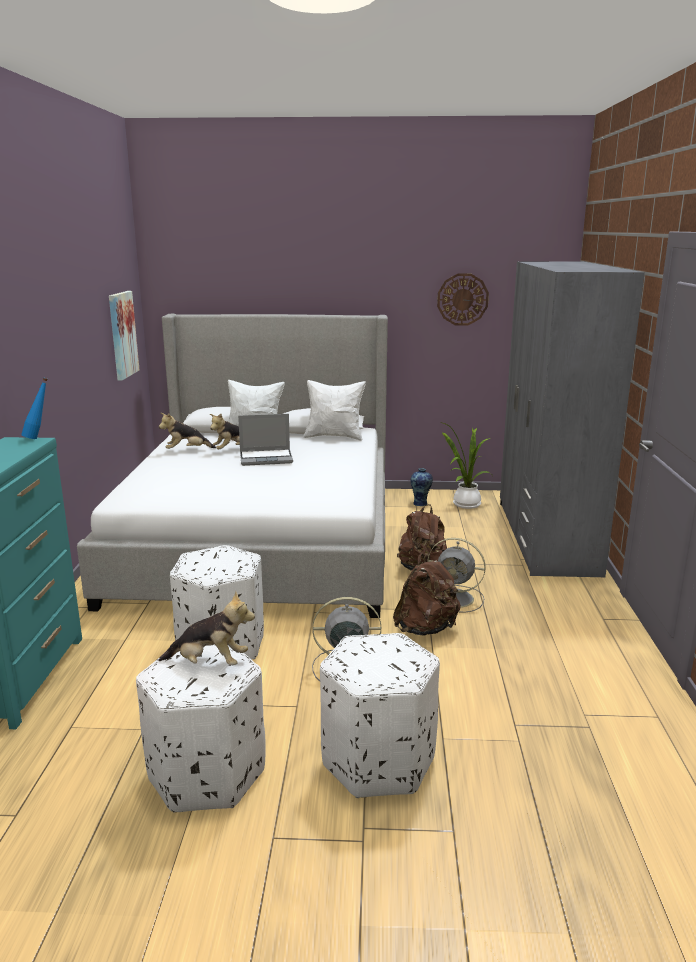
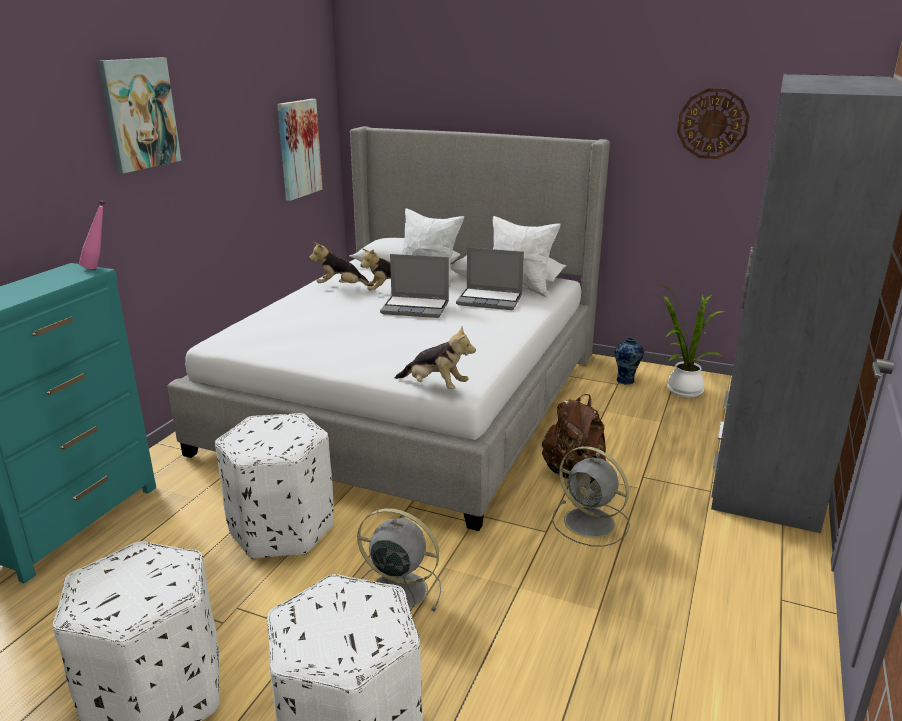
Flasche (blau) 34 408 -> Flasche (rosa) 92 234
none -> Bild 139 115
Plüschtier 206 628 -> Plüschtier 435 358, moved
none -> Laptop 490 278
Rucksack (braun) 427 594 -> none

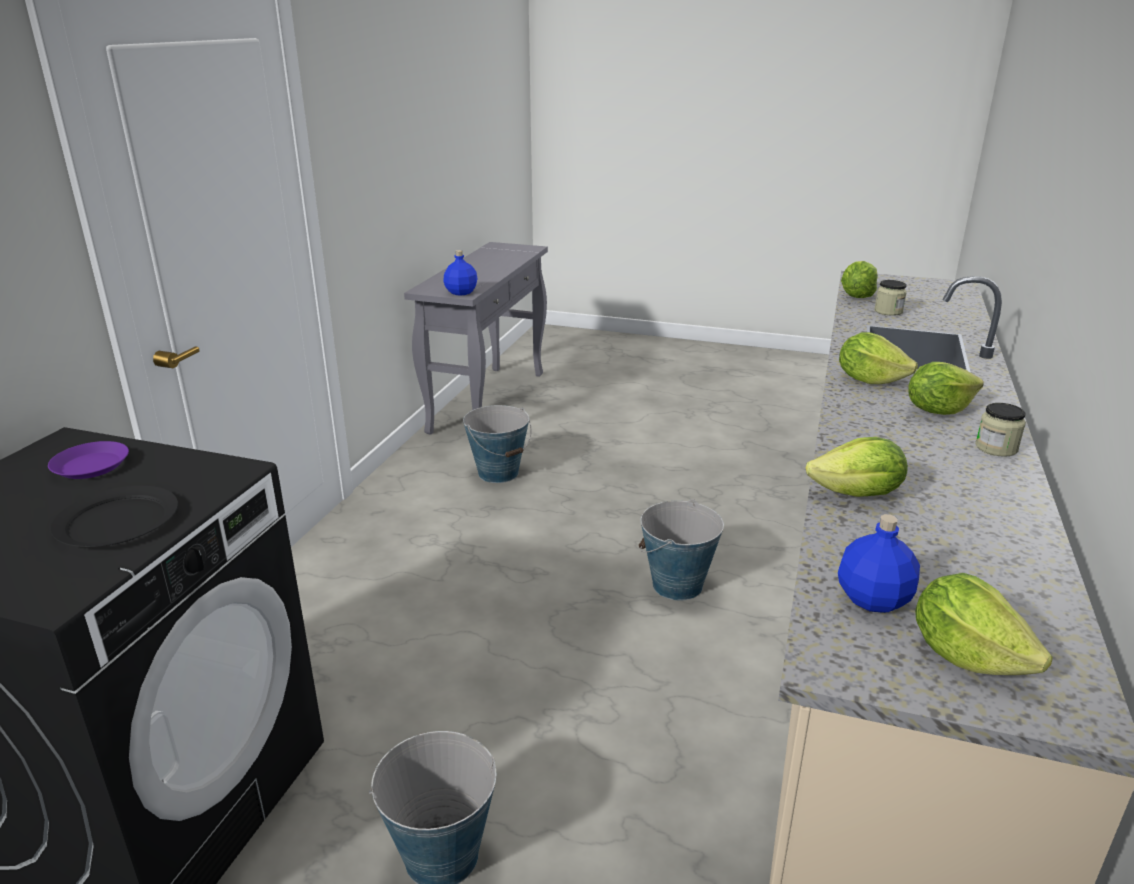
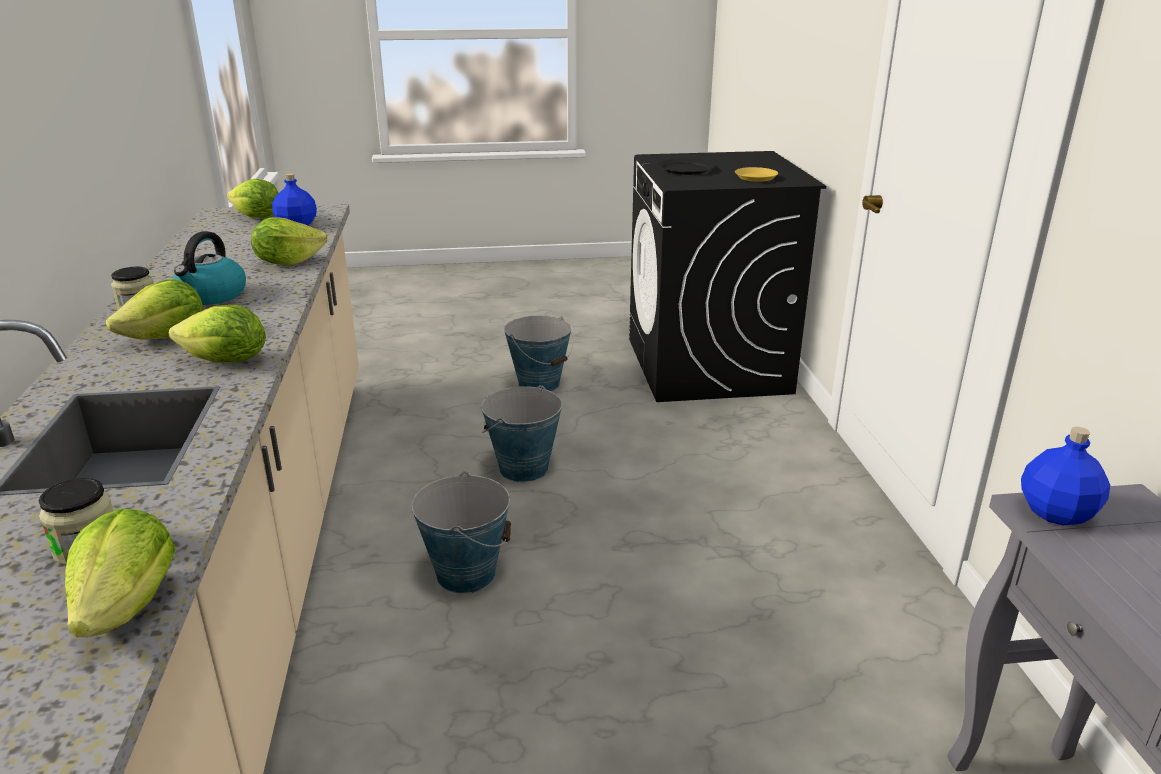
none -> Wasserkessel 209 268
Eimer 497 444 -> Eimer 521 433, moved
Teller (lila) 88 460 -> Teller (gelb) 756 174

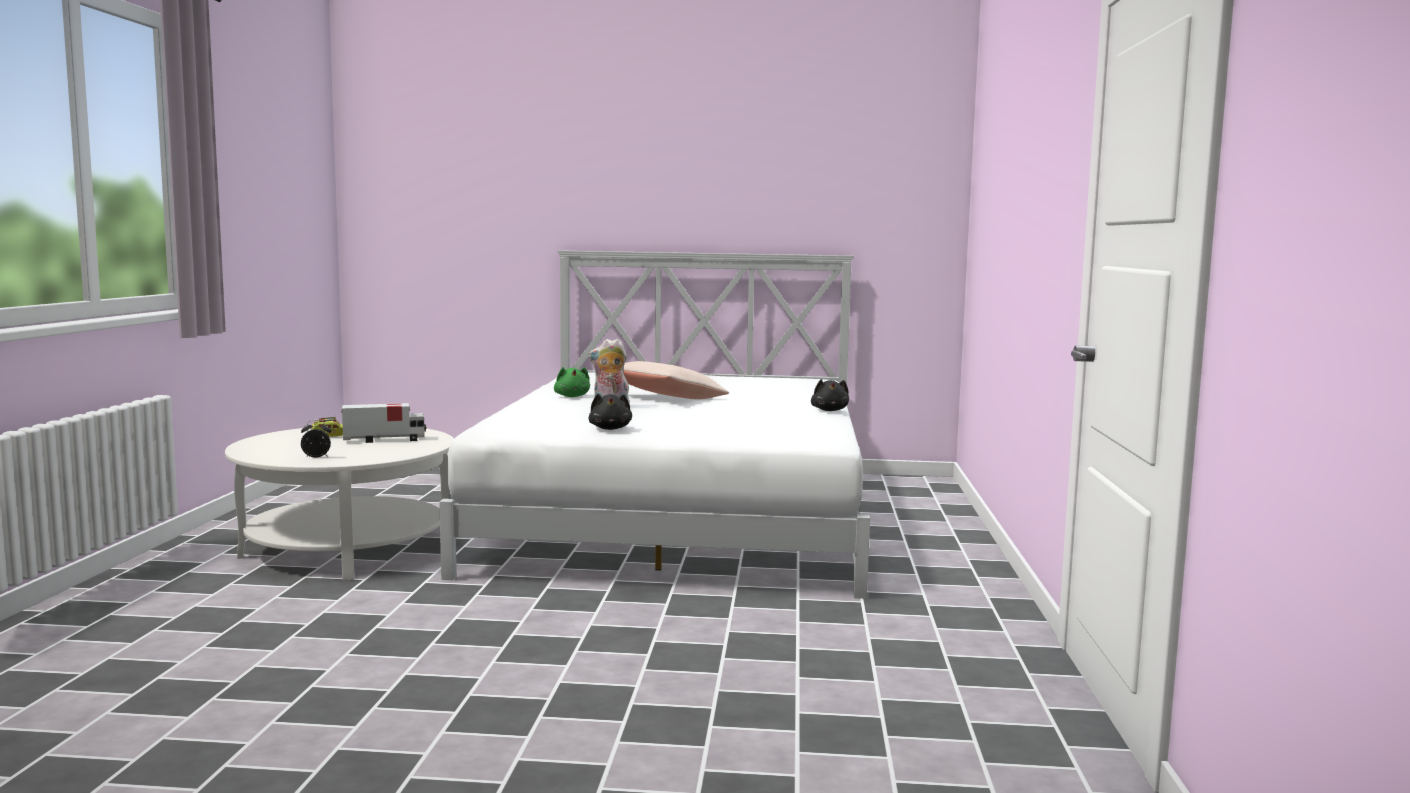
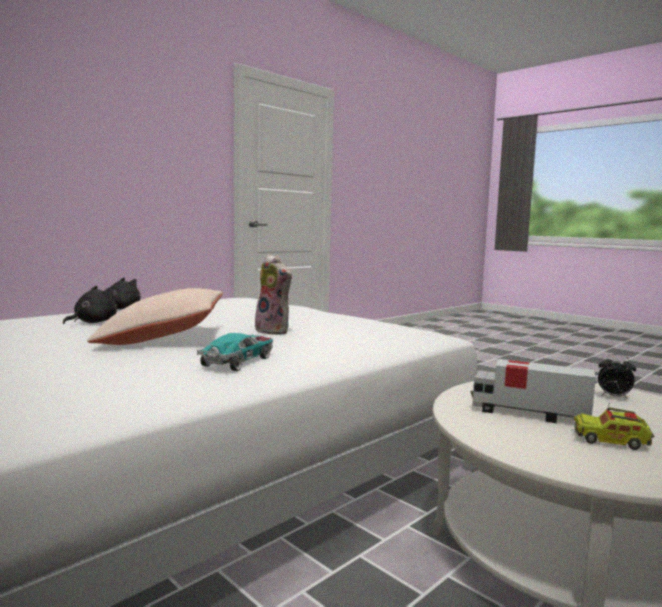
Plüschtier (schwarz) 610 412 -> Plüschtier (schwarz) 90 305, moved
Plüschtier (grün) 572 382 -> Spielzeugauto 235 352

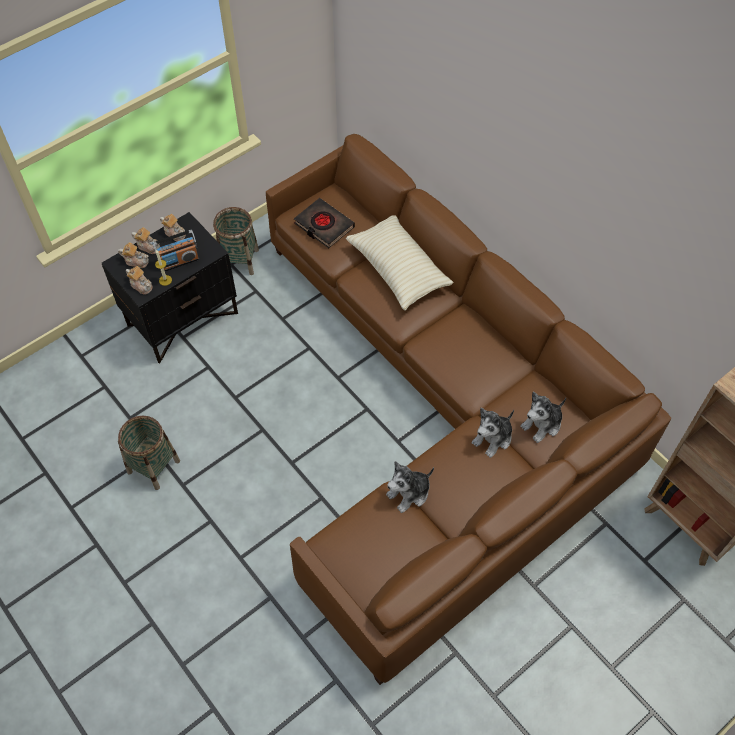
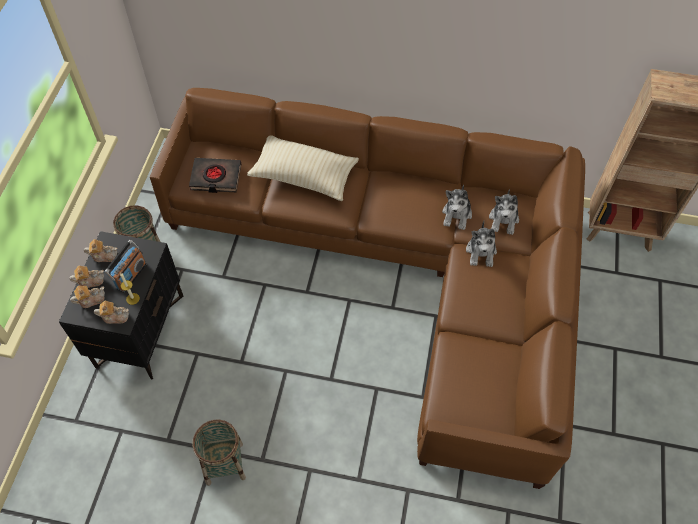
Plüschtier 410 487 -> Plüschtier 457 207, moved

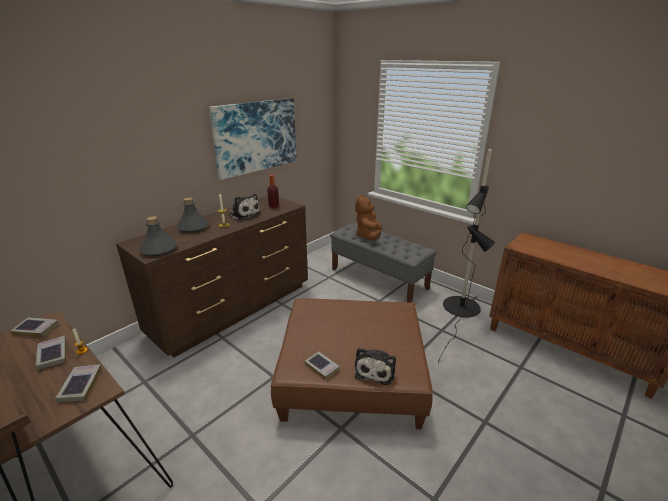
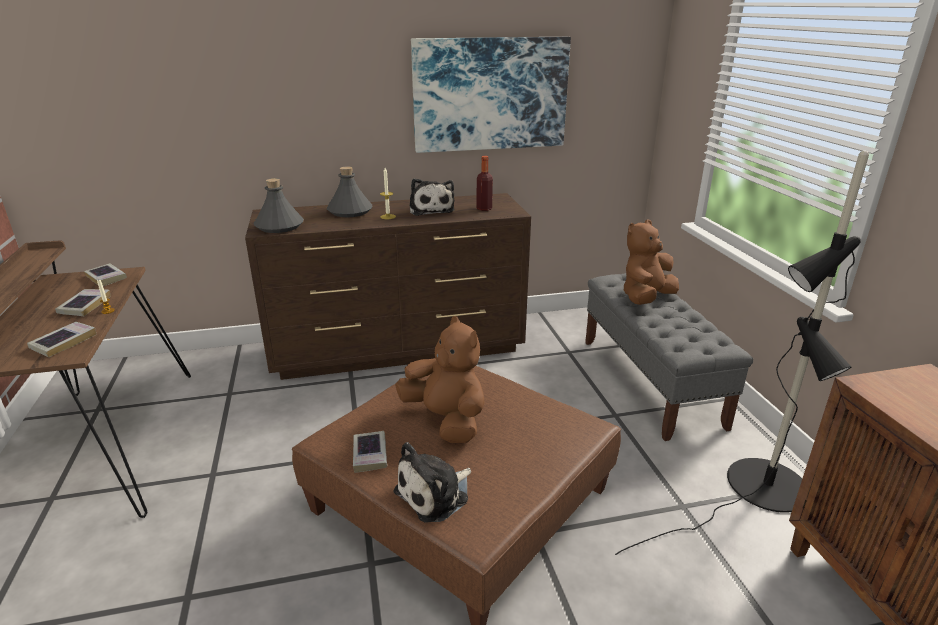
none -> Plüschtier (braun) 440 379

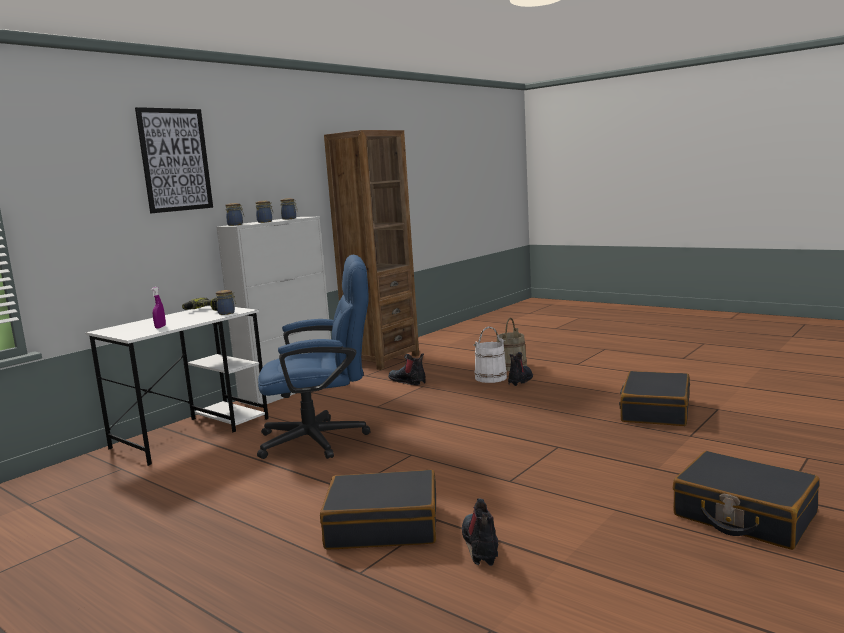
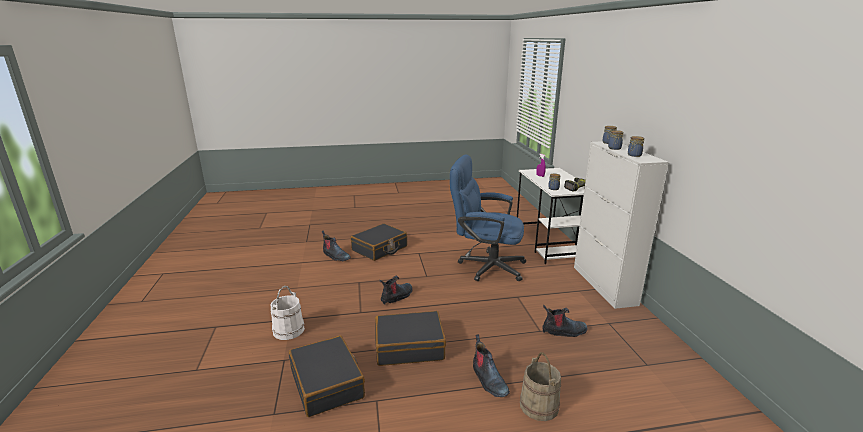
Eimer (weiß) 490 355 -> Eimer (weiß) 287 313, moved
Koffer (schwarz) 746 500 -> Koffer (schwarz) 410 338, moved
none -> Stiefel 396 290
Bürostuhl (blau) 314 357 -> Bürostuhl (blau) 488 217, 75 degrees clockwise
Bild 174 160 -> none
Bücherregal (braun) 371 250 -> none

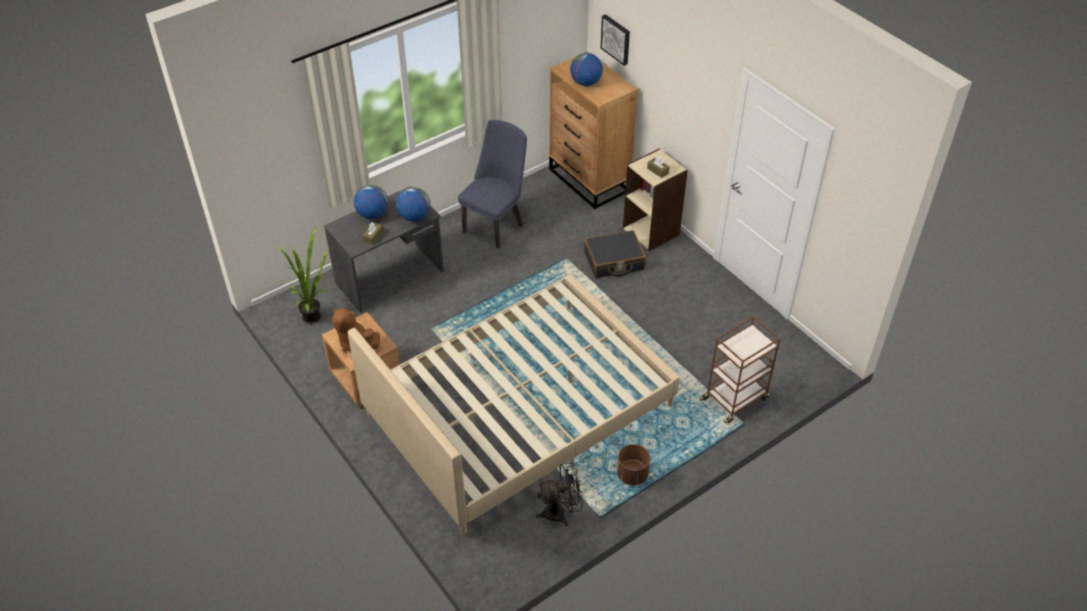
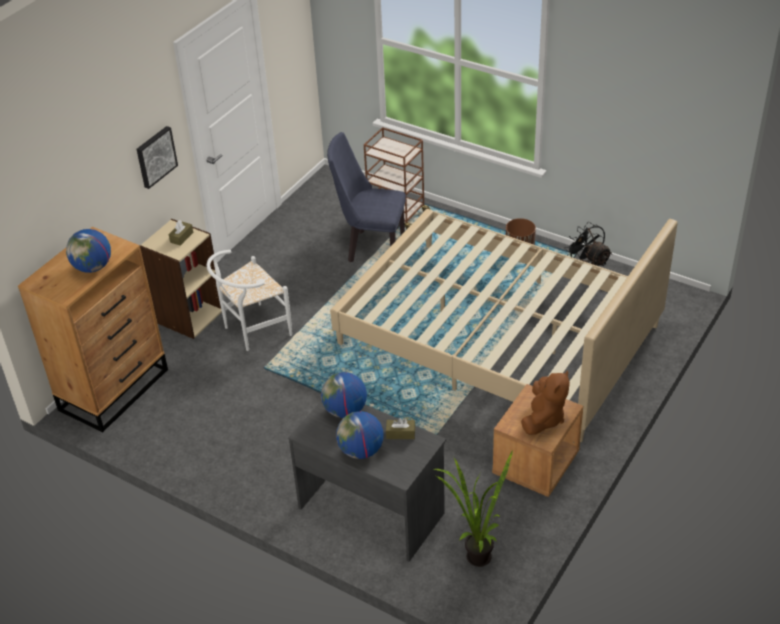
Bild 615 40 -> Bild 157 157, moved
Koffer (schwarz) 615 254 -> Stuhl (weiß) 249 300
Stuhl (blau) 492 184 -> Stuhl (blau) 366 197, moved

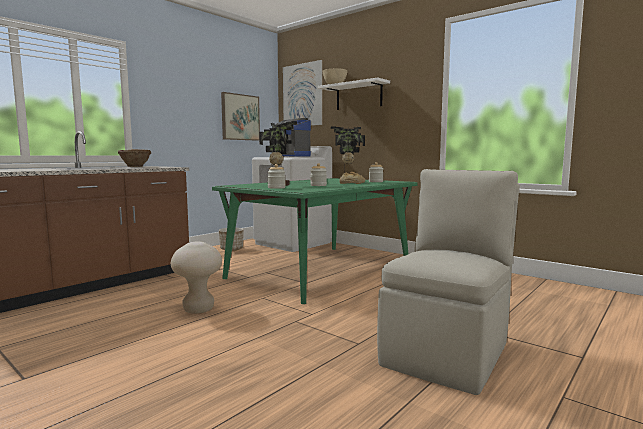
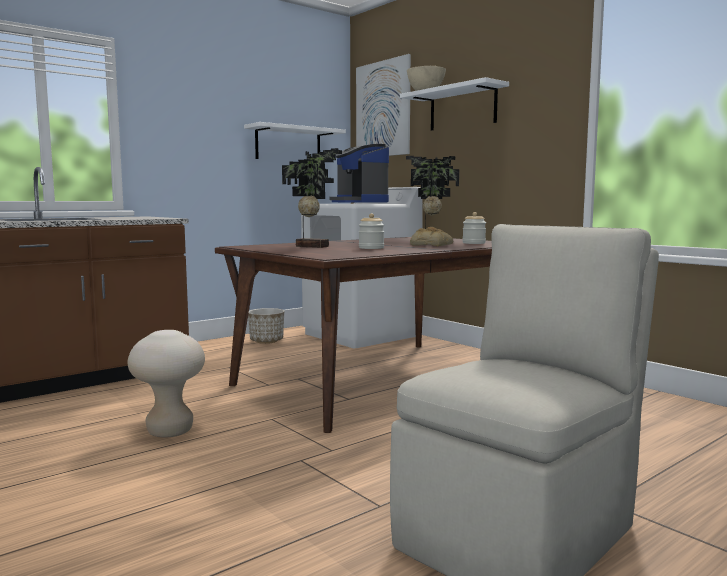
Esstisch (grün) 315 241 -> Esstisch (braun) 353 335
Bild 240 116 -> Wandregal (weiß) 295 140
Schüssel (braun) 134 158 -> none
Vorratsglas 276 176 -> none

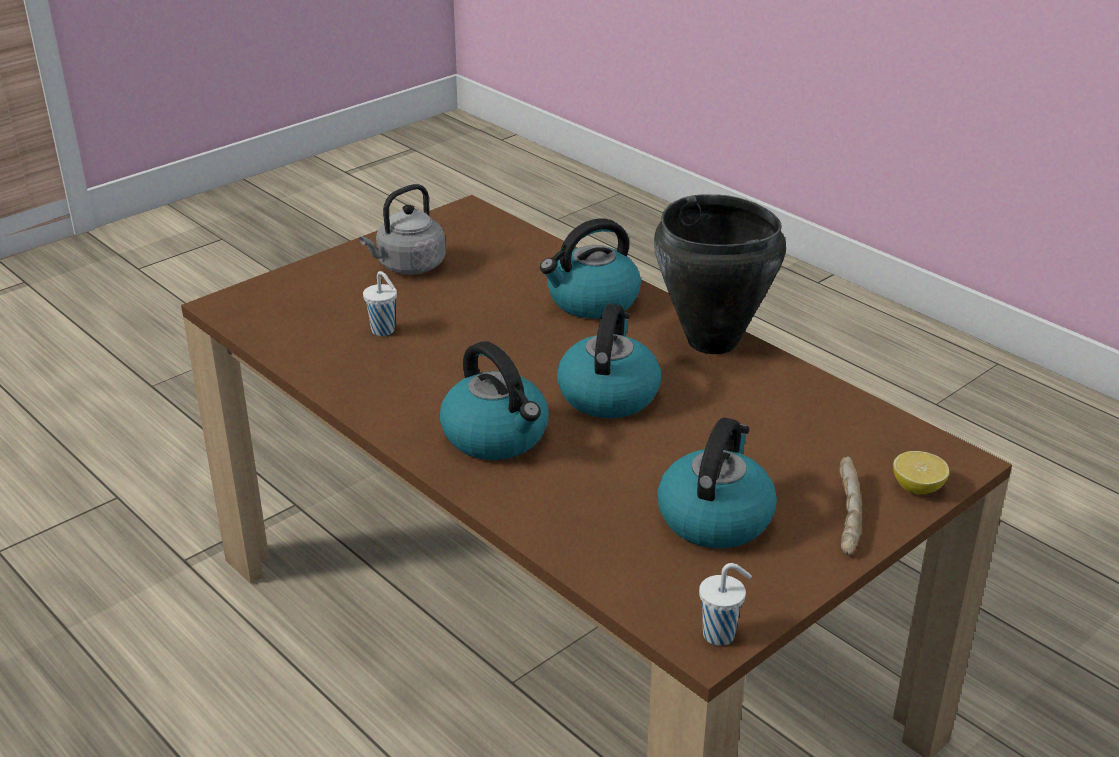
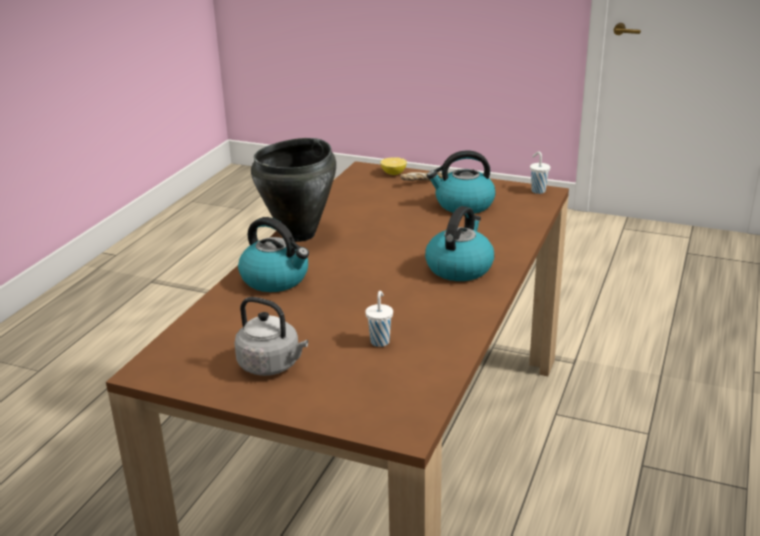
Wasserkessel 609 361 -> none

